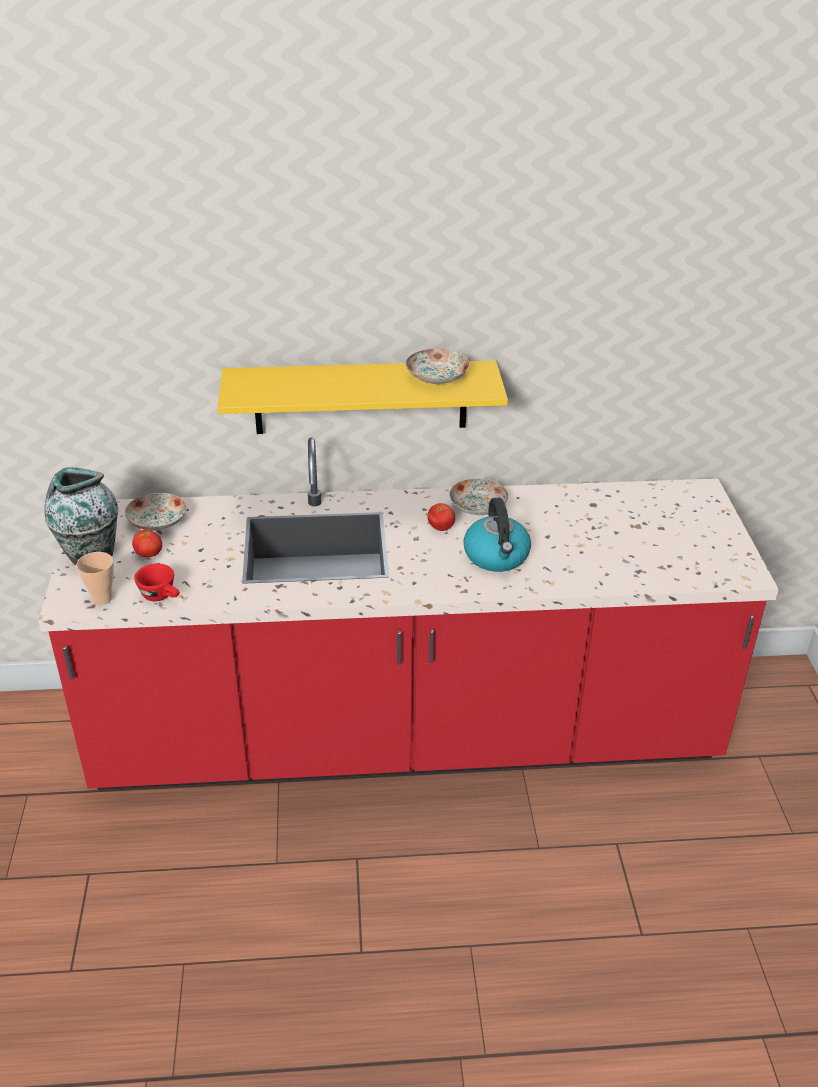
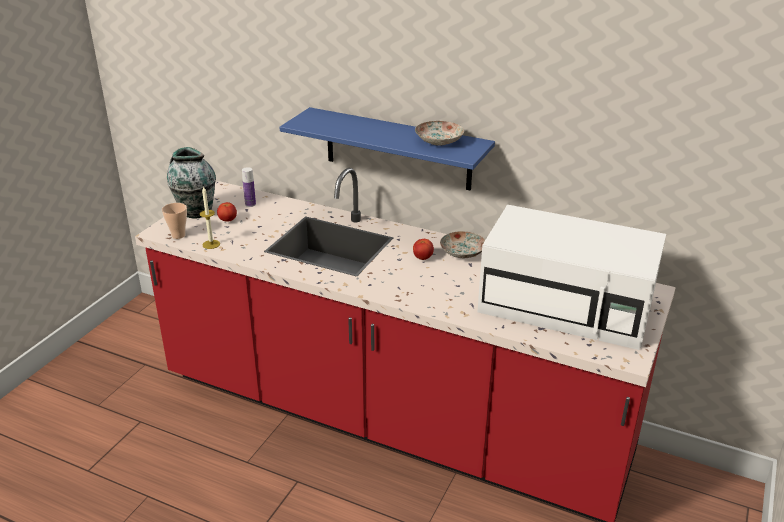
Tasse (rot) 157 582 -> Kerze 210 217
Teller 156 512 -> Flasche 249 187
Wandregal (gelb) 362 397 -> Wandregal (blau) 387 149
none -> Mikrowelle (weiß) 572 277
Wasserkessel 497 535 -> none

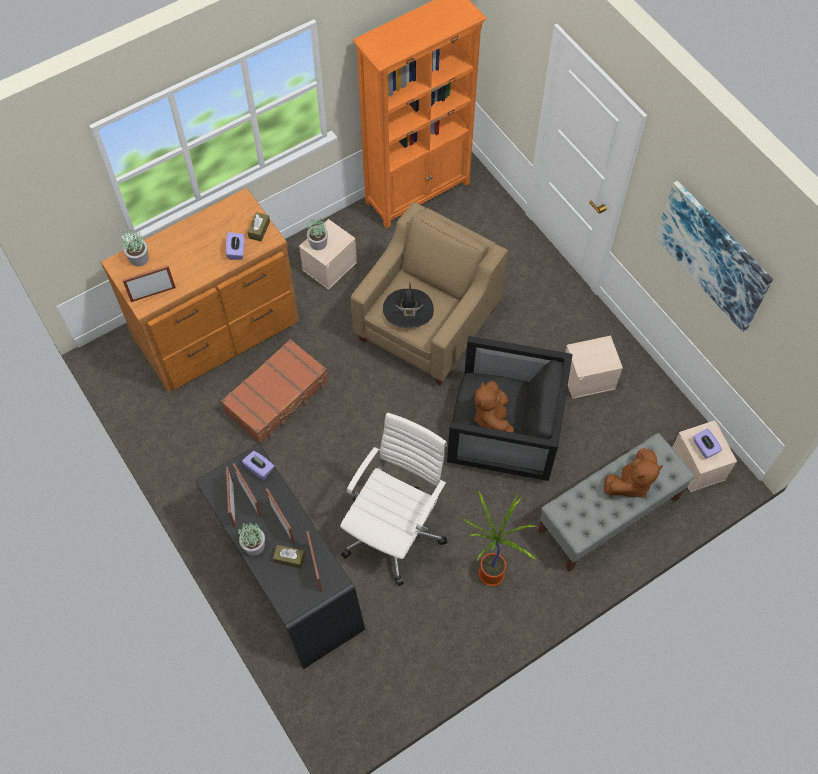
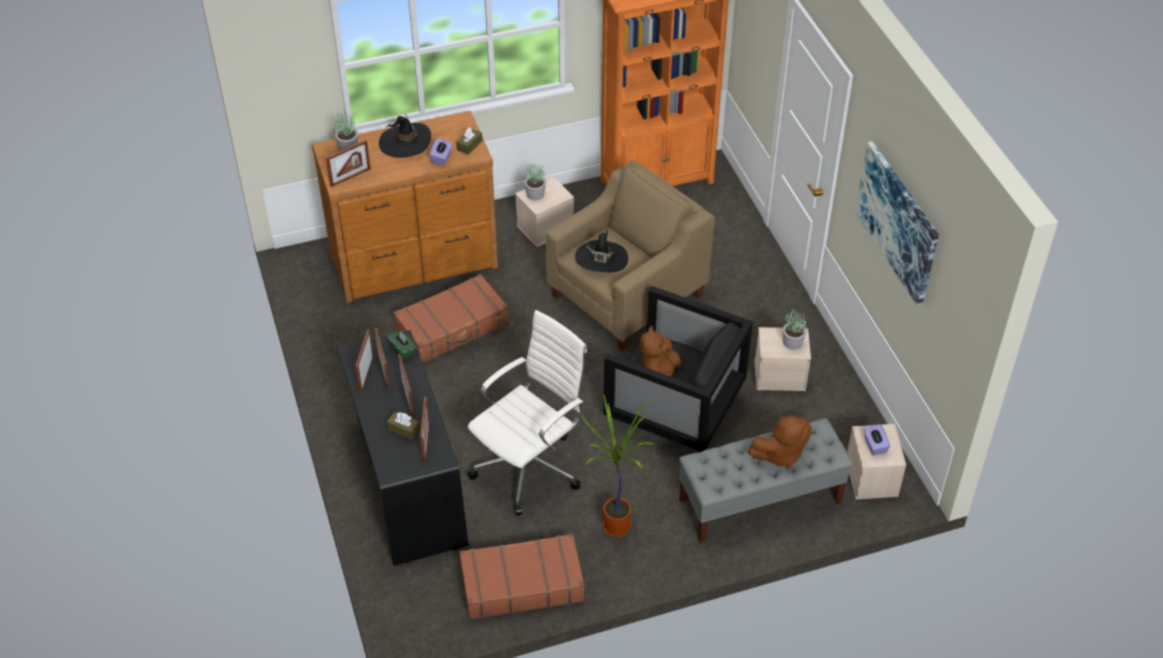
Bilderrahmen 149 284 -> Bilderrahmen 348 163, 150 degrees clockwise
none -> Hut (schwarz) 405 136
Taschentuchbox (lila) 258 465 -> Taschentuchbox (grün) 401 345
none -> Koffer (braun) 522 577
Topfpflanze 251 539 -> Topfpflanze 795 329, moved

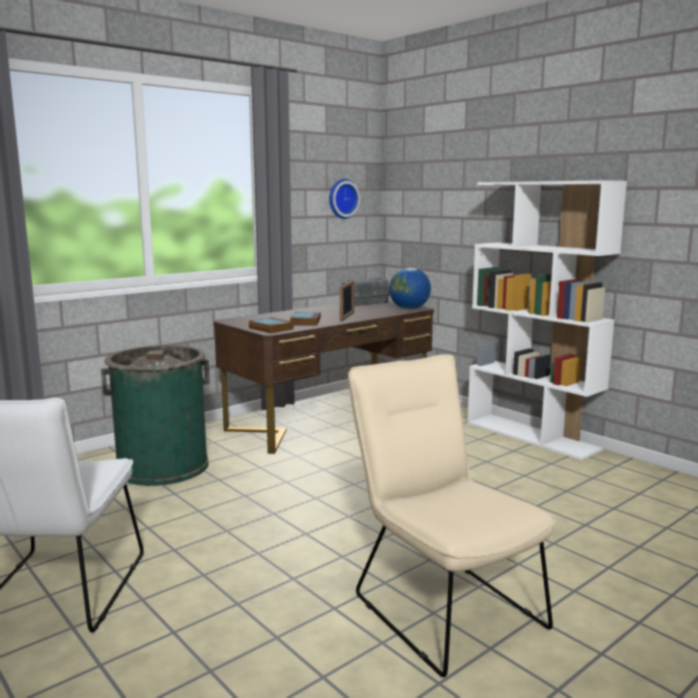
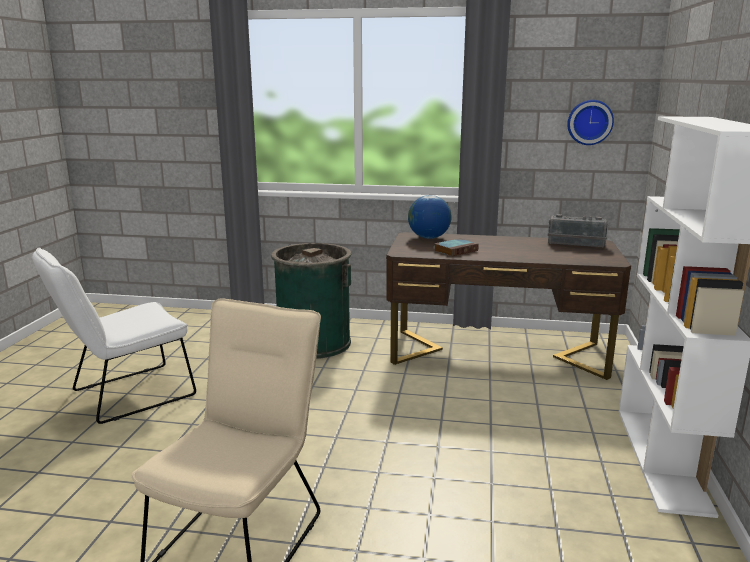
Globus 410 289 -> Globus 430 217, moved
Buch 271 325 -> none
Bilderrahmen 347 301 -> none

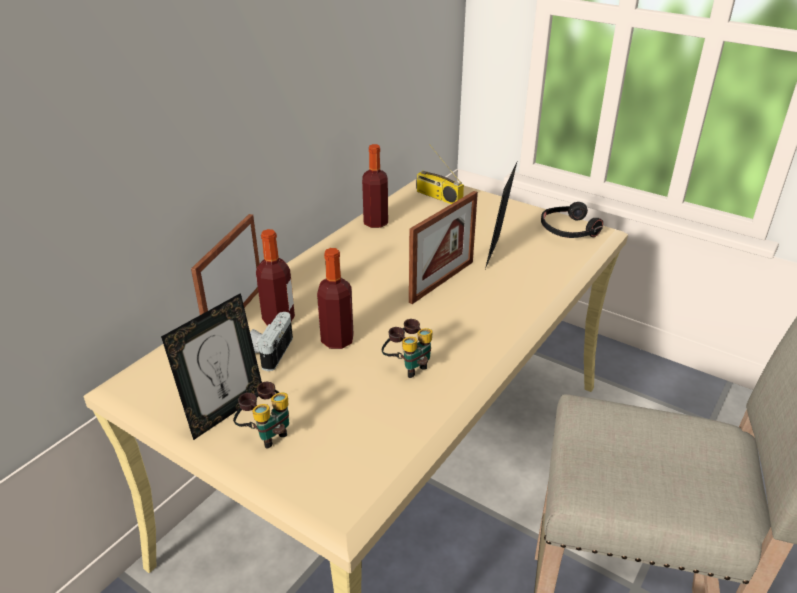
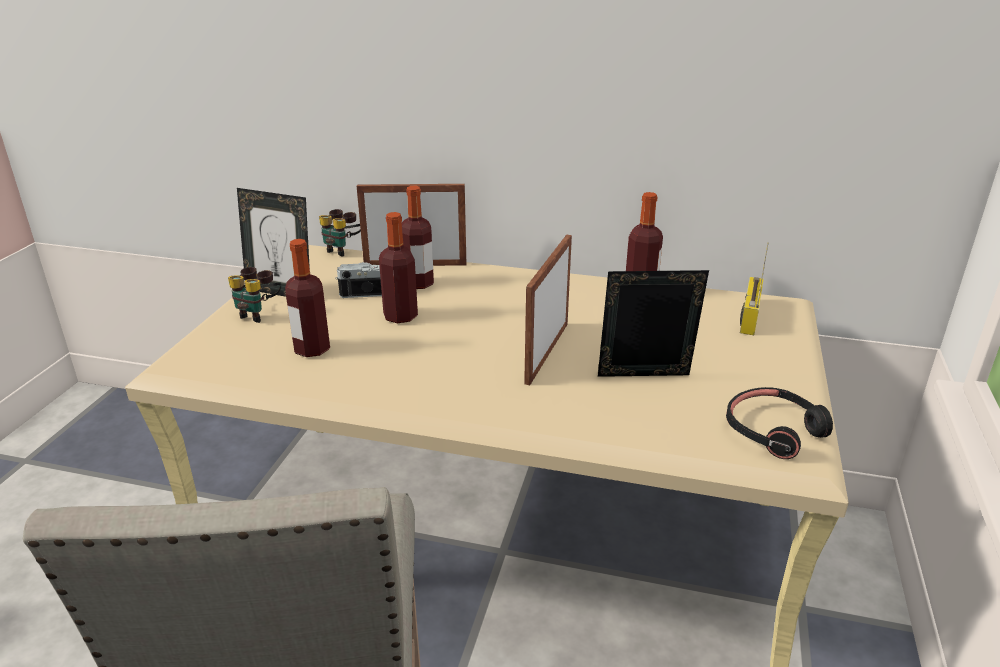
none -> Flasche 307 298
Fernglas 407 348 -> Fernglas 340 232, moved
Bilderrahmen 443 247 -> Bilderrahmen 548 310, 90 degrees clockwise

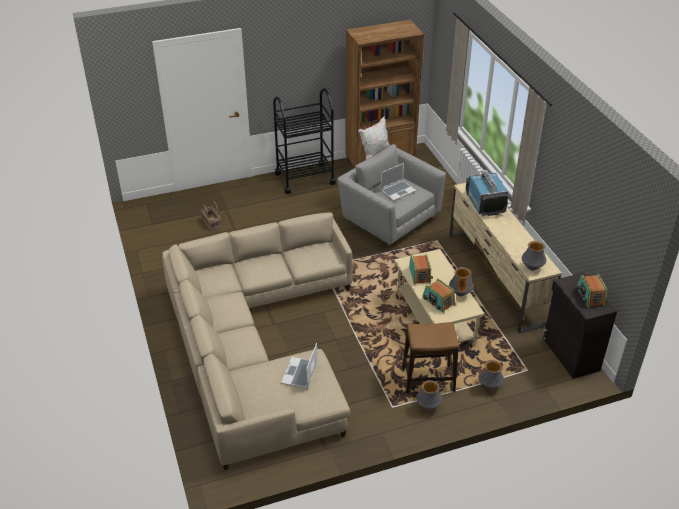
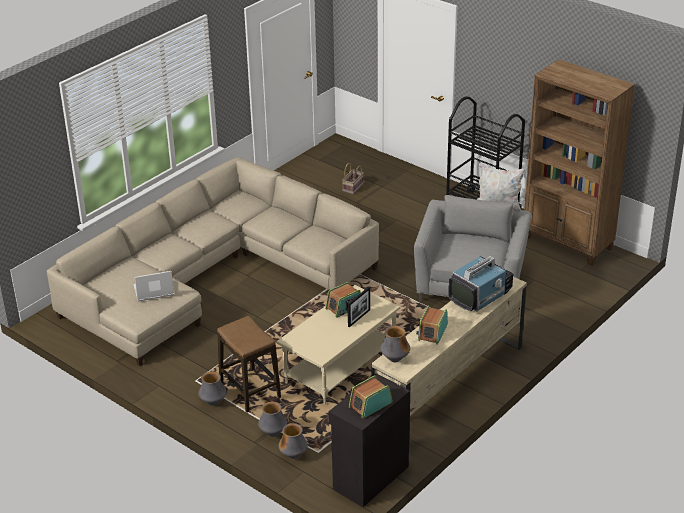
Vase 461 281 -> Vase 293 441, moved
none -> Bilderrahmen 359 307
Radio 439 296 -> Radio 432 325, moved
Laptop 398 182 -> none

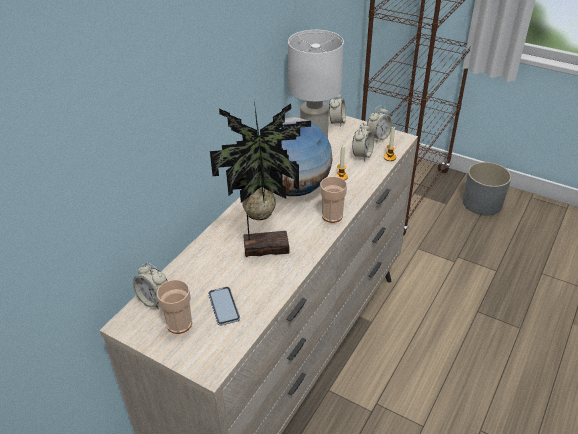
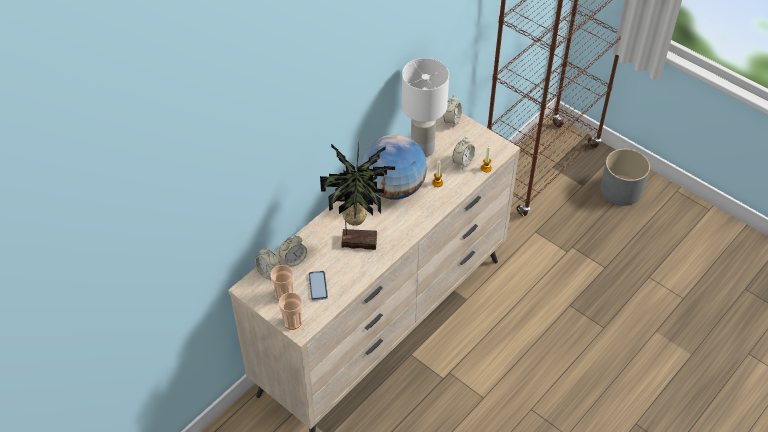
Wecker 379 124 -> Wecker 293 251, moved
Tasse 333 200 -> Tasse 290 311, moved

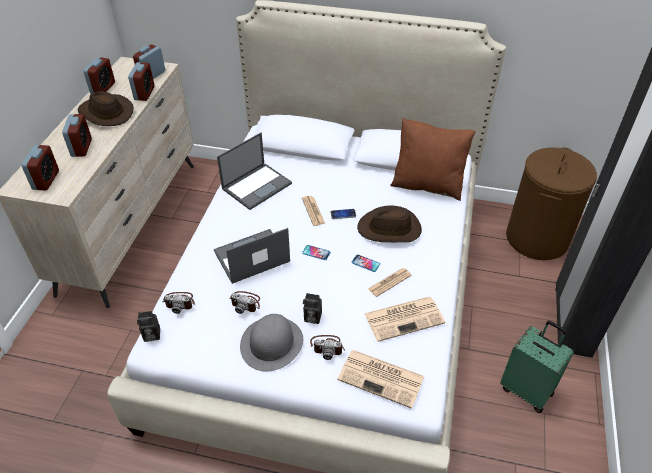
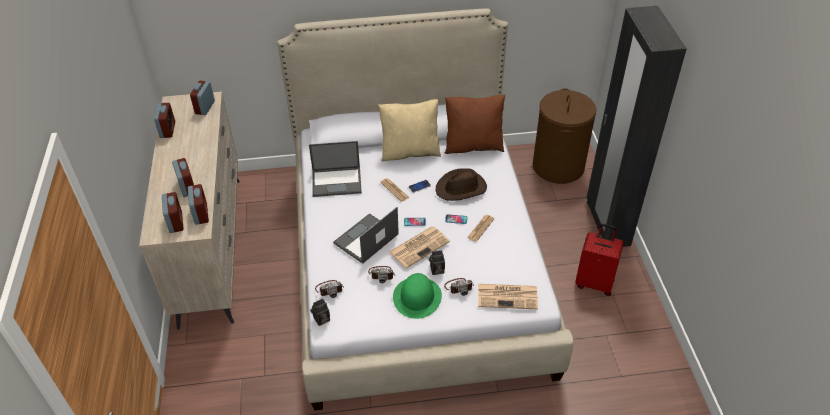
Wecker 141 81 -> Wecker 198 204, moved
Laptop 254 171 -> Laptop 335 169, 60 degrees clockwise
none -> Kissen (beige) 409 130
Zeitung 404 319 -> Zeitung 419 247, moved
Hut (grau) 271 343 -> Hut (grün) 417 296
Koffer (grün) 537 367 -> Koffer (rot) 599 260
Hut (braun) 106 108 -> none

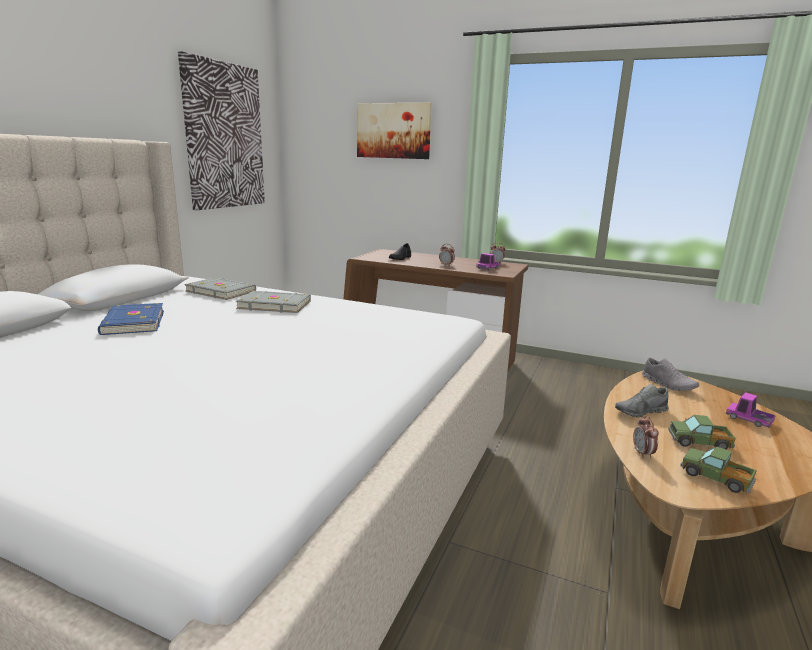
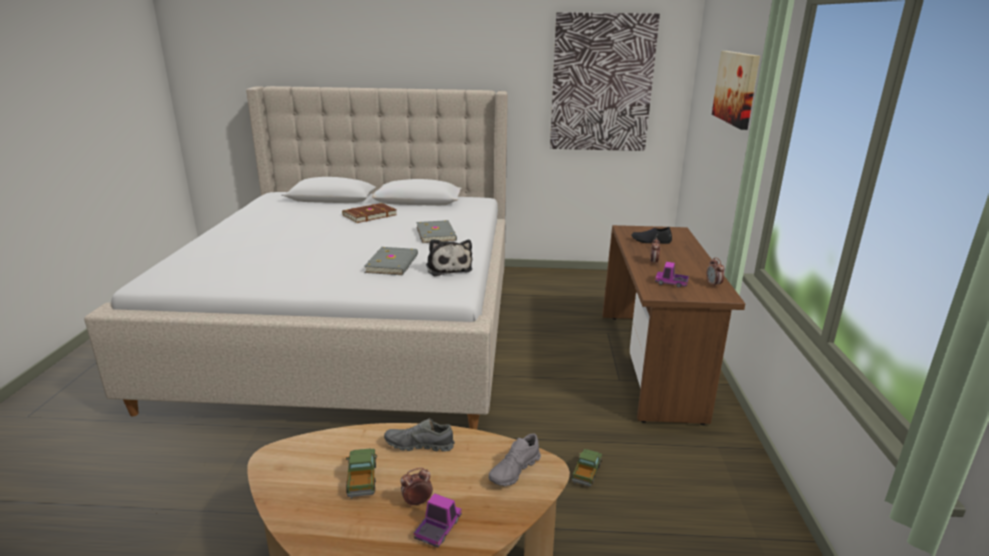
Buch (blau) 131 319 -> Buch (braun) 369 213
Buch (grau) 220 288 -> Buch (grau) 391 261, moved
Schuh (grau) 642 401 -> Schuh (grau) 419 435, 45 degrees counterclockwise
Wecker 646 437 -> Wecker 417 487, moved
none -> Plüschtier 449 257
Spielzeuglaster 718 470 -> Spielzeuglaster 587 468, moved

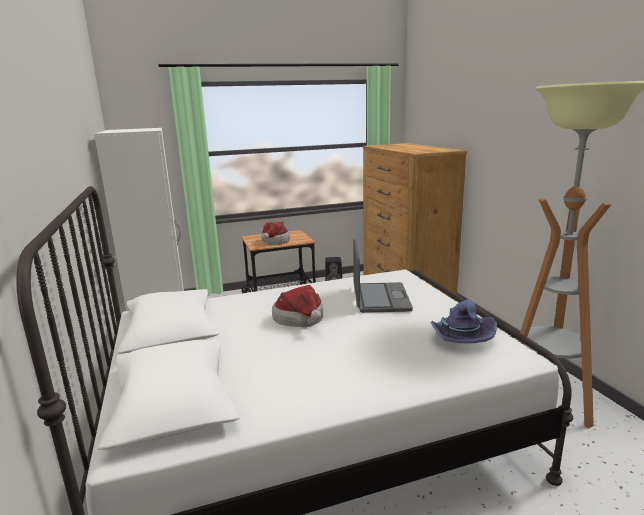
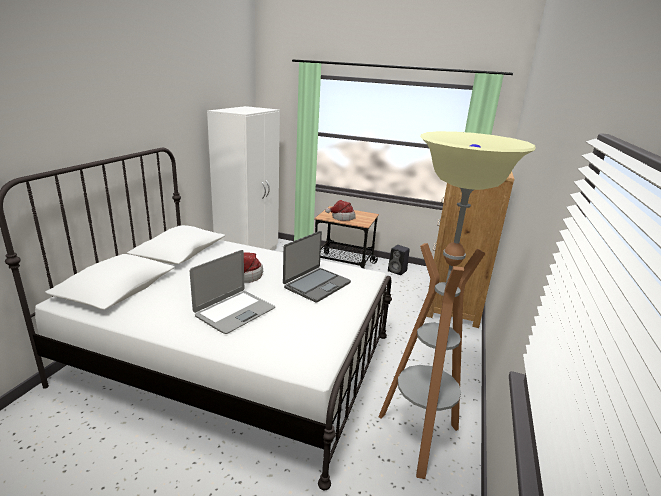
none -> Laptop 232 292
Hut (lila) 464 321 -> none

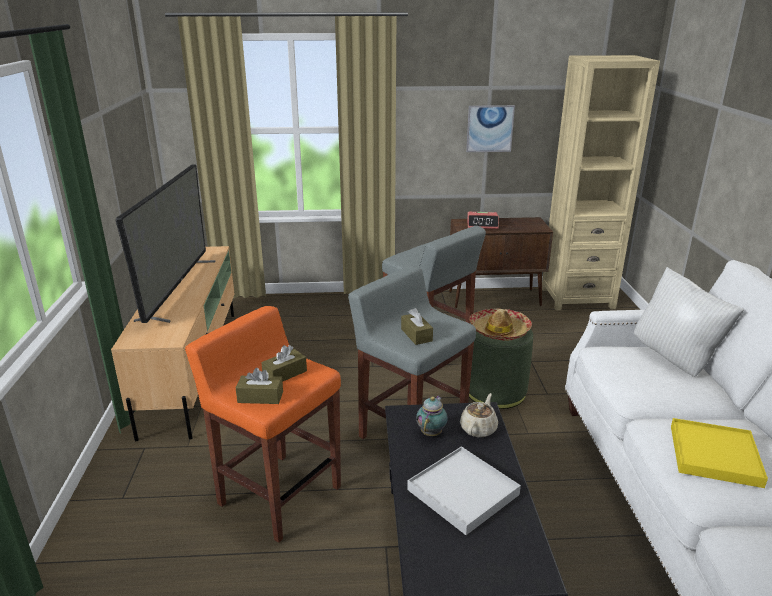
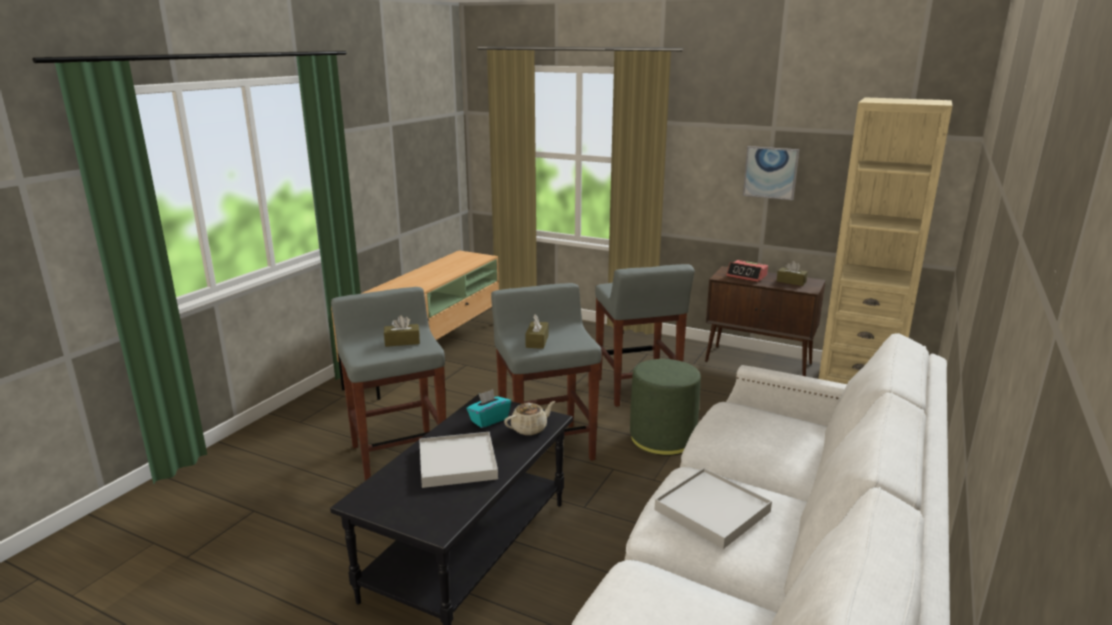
Hocker (orange) 263 424 -> Hocker (grau) 388 384
Teekanne 432 415 -> Taschentuchbox (türkis) 488 408
Tablett (gelb) 719 453 -> Tablett (weiß) 713 508
Taschentuchbox (braun) 259 386 -> Taschentuchbox (braun) 792 273, moved
Fernseher 165 243 -> none
Hut 500 325 -> none
Kissen (weiß) 689 322 -> none

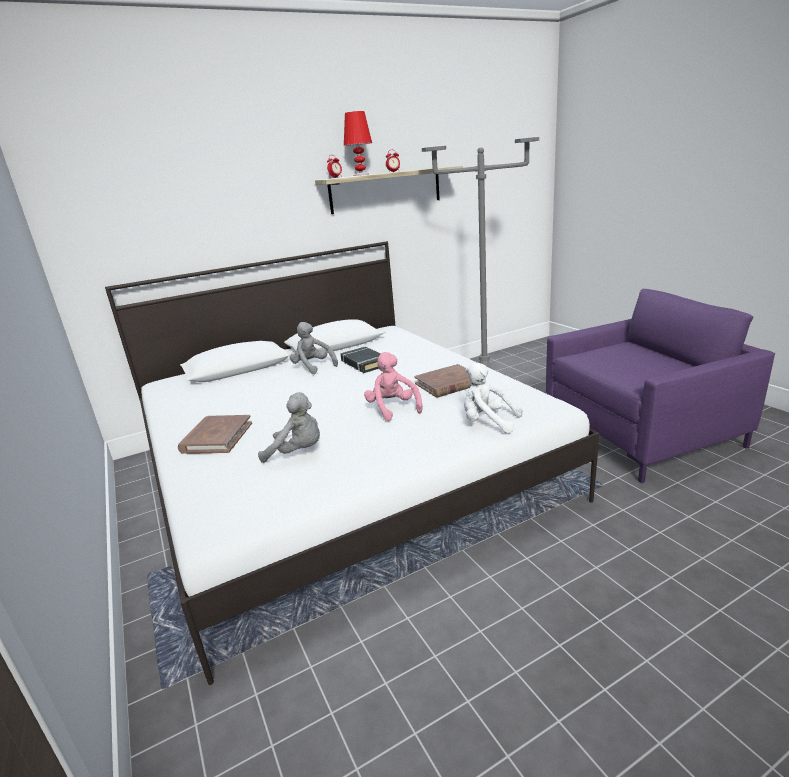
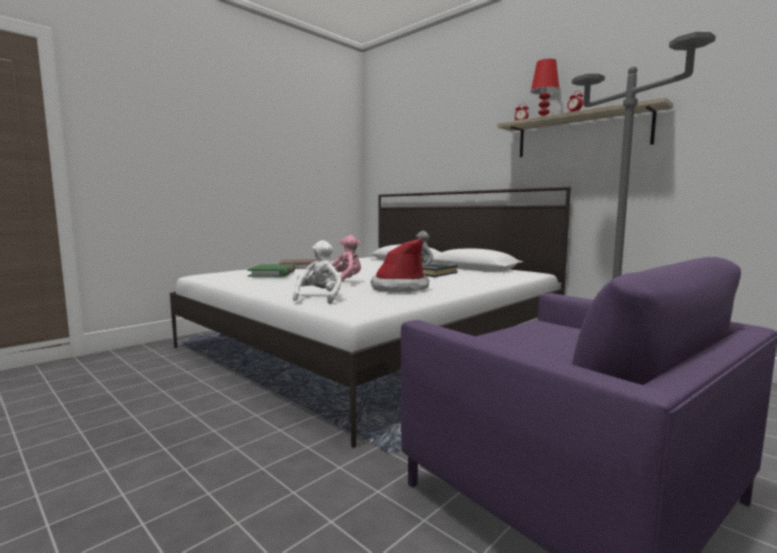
Plüschtier (grau) 289 427 -> Buch (grün) 272 270
Buch (braun) 443 380 -> Hut 399 265

